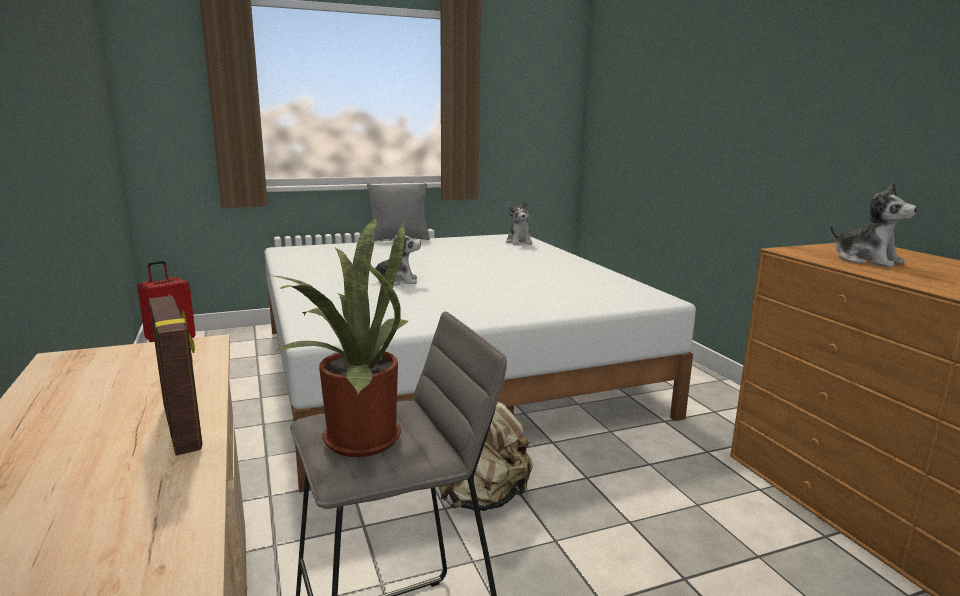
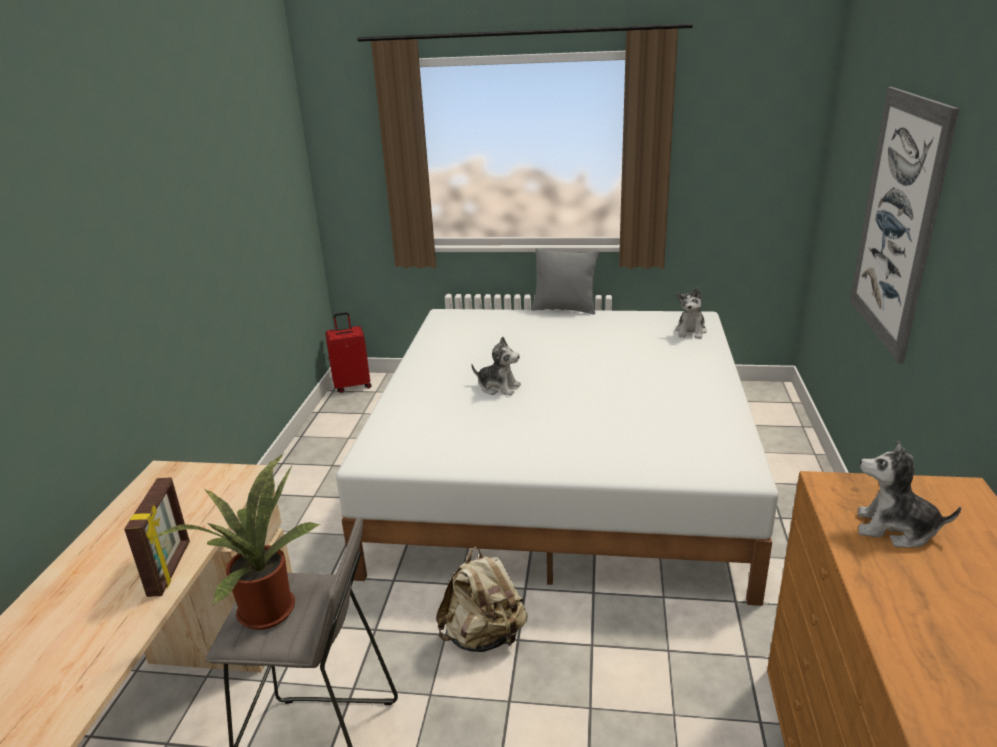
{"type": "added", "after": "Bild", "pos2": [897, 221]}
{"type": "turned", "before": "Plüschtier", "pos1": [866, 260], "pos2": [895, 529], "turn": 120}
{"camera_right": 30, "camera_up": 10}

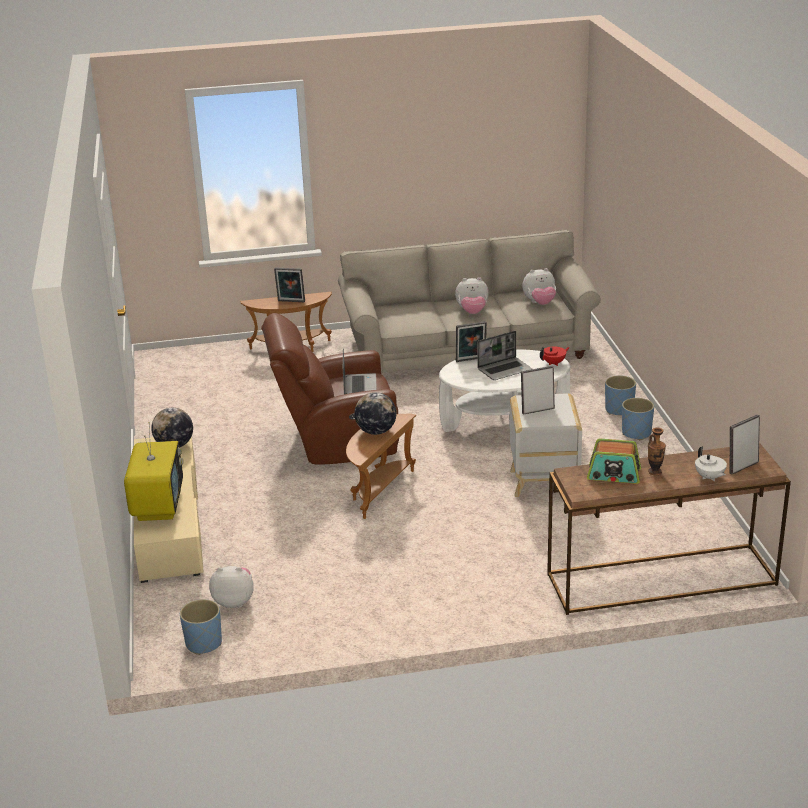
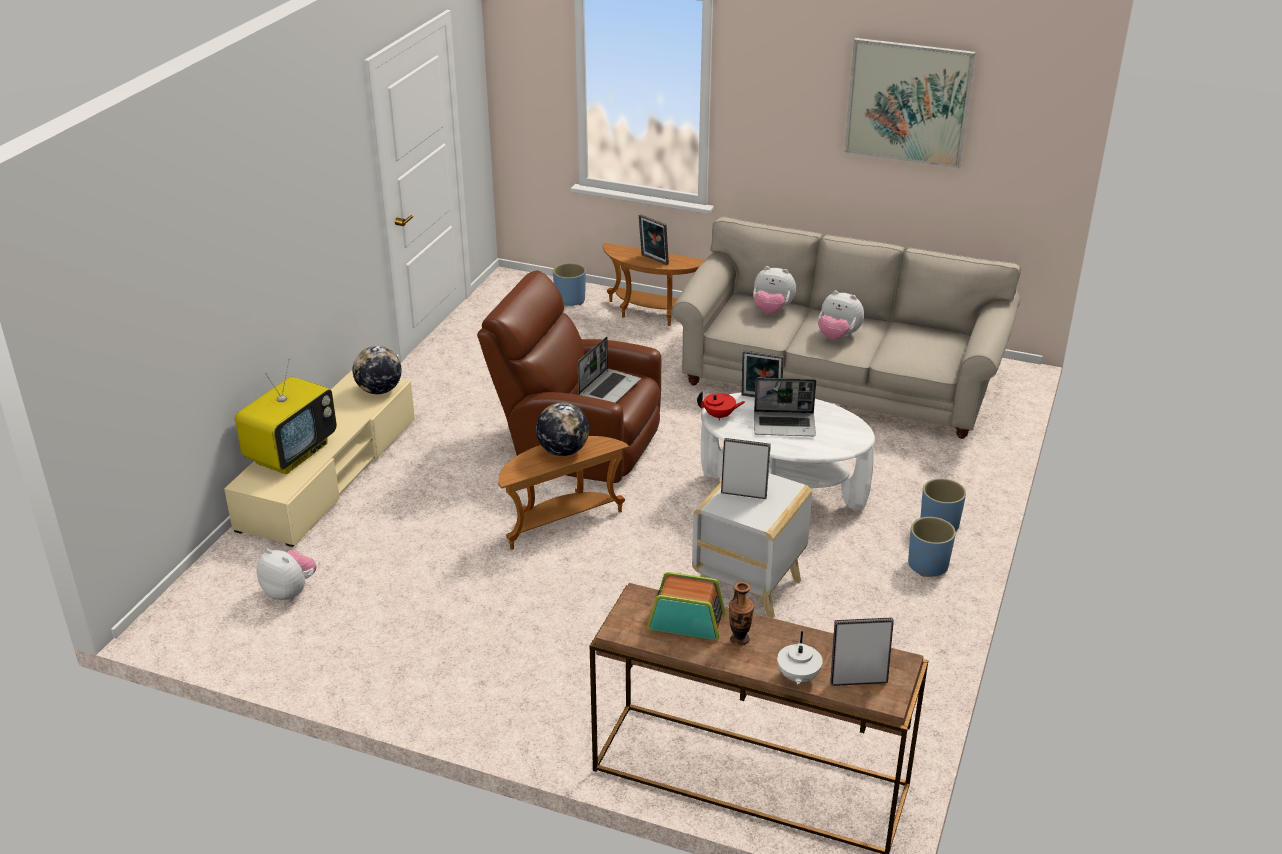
{"type": "added", "after": "Bild", "pos2": [908, 102]}
{"type": "moved", "before": "Pflanzkübel [blau]", "pos1": [204, 643], "pos2": [570, 300]}
{"type": "moved", "before": "Plüschtier", "pos1": [540, 303], "pos2": [772, 310]}
{"type": "moved", "before": "Teekanne [rot]", "pos1": [554, 363], "pos2": [719, 416]}
{"type": "turned", "before": "Radio", "pos1": [614, 474], "pos2": [686, 621], "turn": 150}
{"camera_right": 30, "camera_up": 5}

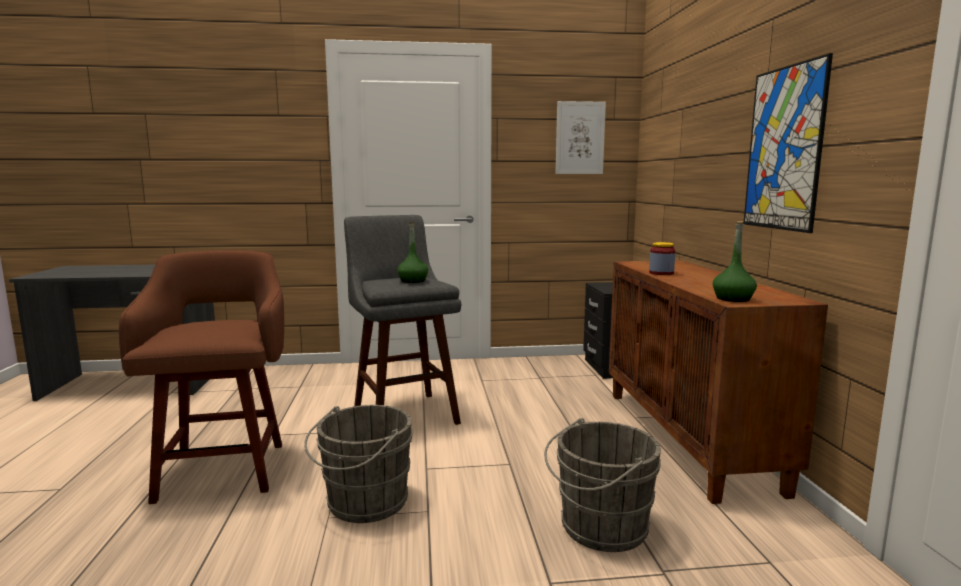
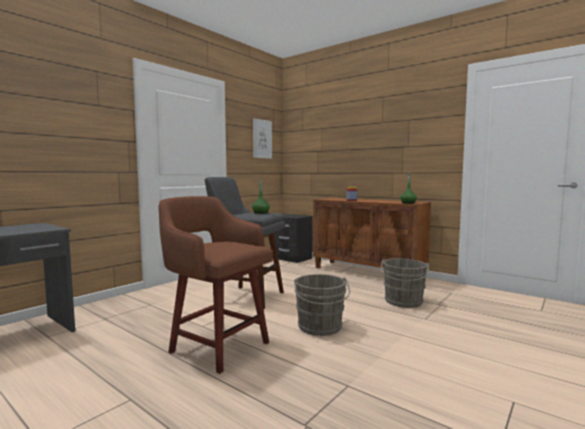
{"type": "removed", "before": "Bild", "pos1": [784, 149]}
{"camera_right": -45, "camera_up": -5}

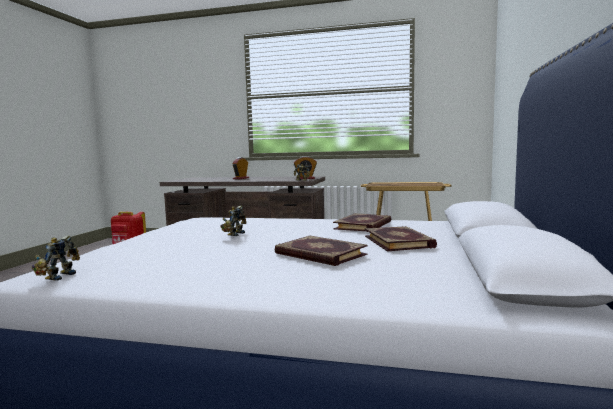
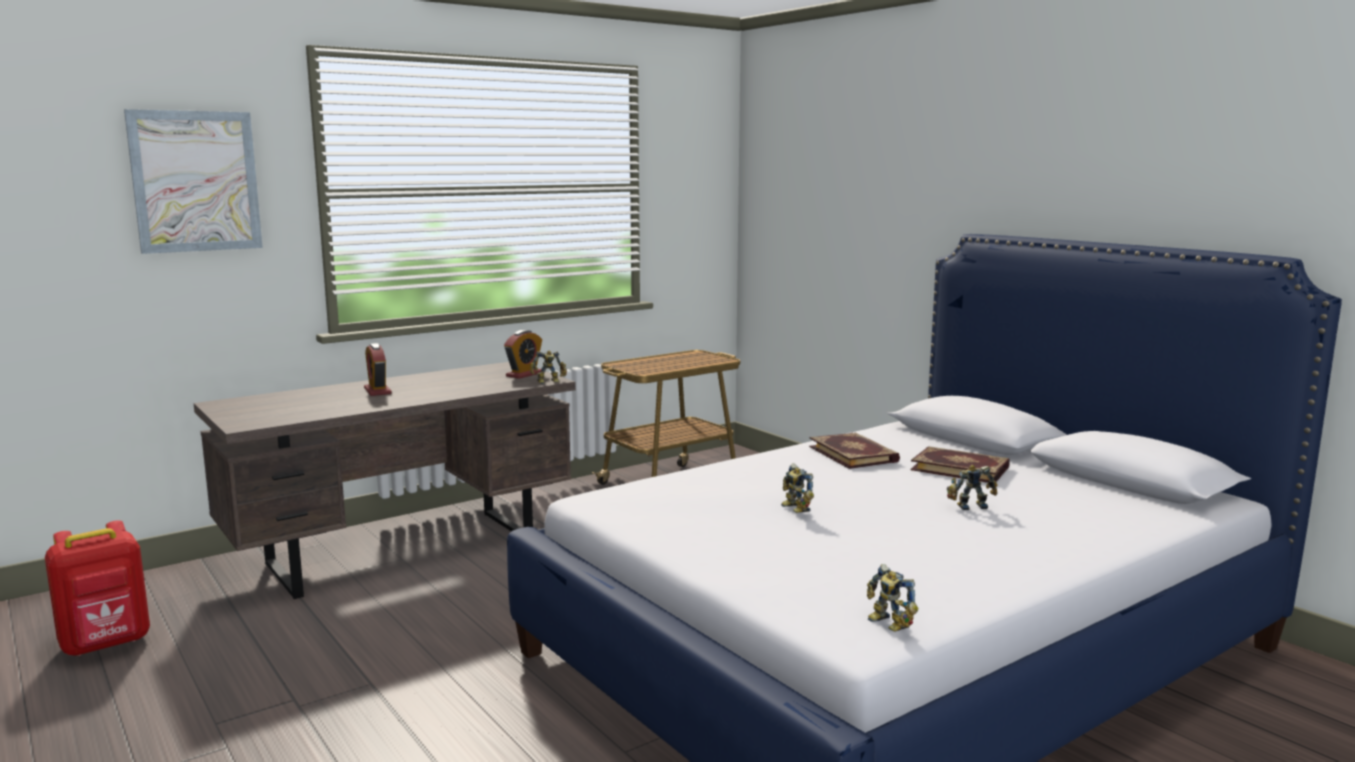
{"type": "added", "after": "Bild", "pos2": [195, 181]}
{"type": "replaced", "before": "Buch", "after": "Spielzeugroboter", "pos1": [319, 254], "pos2": [970, 505]}
{"camera_right": -50, "camera_up": 5}

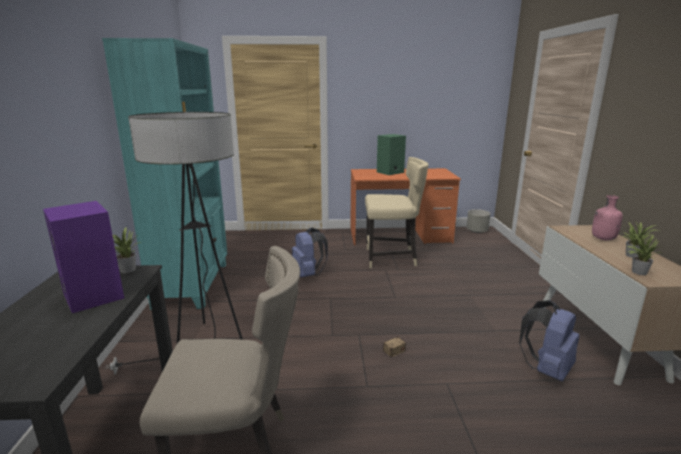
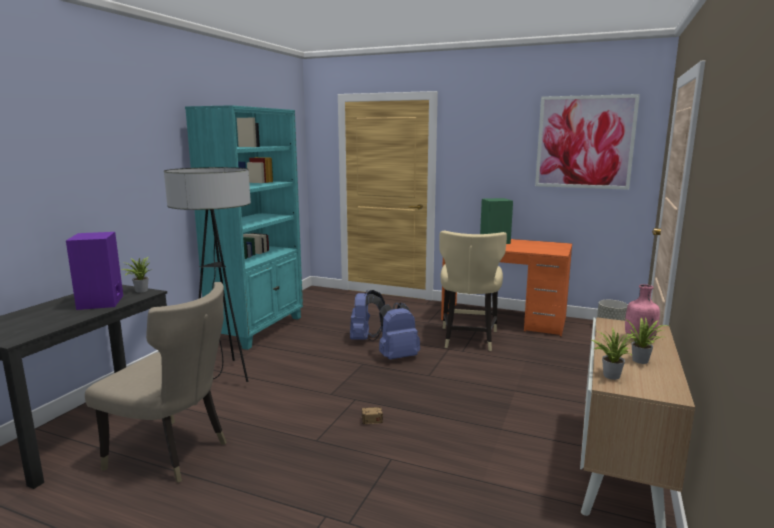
{"type": "added", "after": "Bild", "pos2": [584, 142]}
{"type": "moved", "before": "Rucksack [blau]", "pos1": [546, 369], "pos2": [397, 357]}
{"type": "turned", "before": "Stuhl [beige]", "pos1": [391, 258], "pos2": [468, 339], "turn": 75}
{"camera_right": 25, "camera_up": -5}

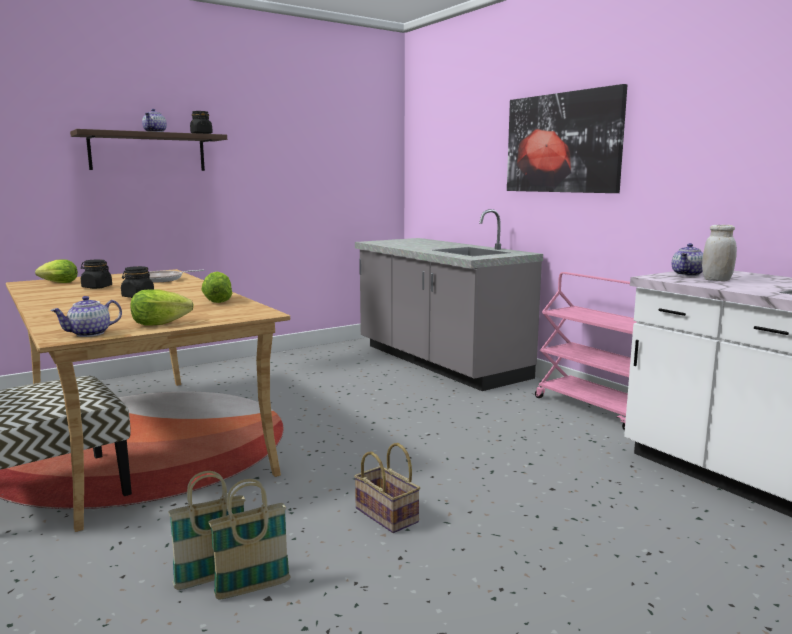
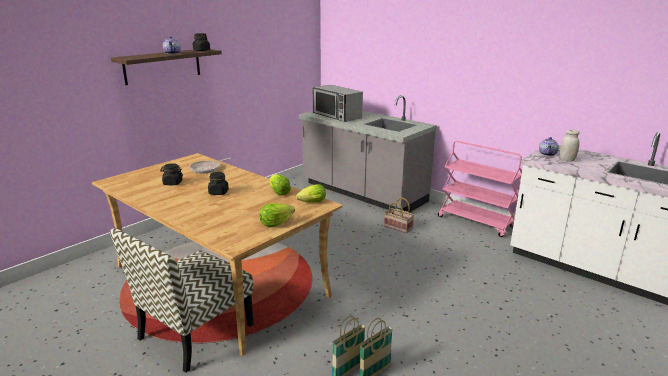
{"type": "removed", "before": "Teekanne", "pos1": [89, 334]}
{"type": "removed", "before": "Bild", "pos1": [562, 143]}
{"type": "added", "after": "Mikrowelle", "pos2": [336, 116]}
{"type": "moved", "before": "Salatkopf", "pos1": [57, 283], "pos2": [310, 203]}
{"type": "moved", "before": "Korb", "pos1": [388, 515], "pos2": [399, 227]}
{"camera_right": -15, "camera_up": 10}

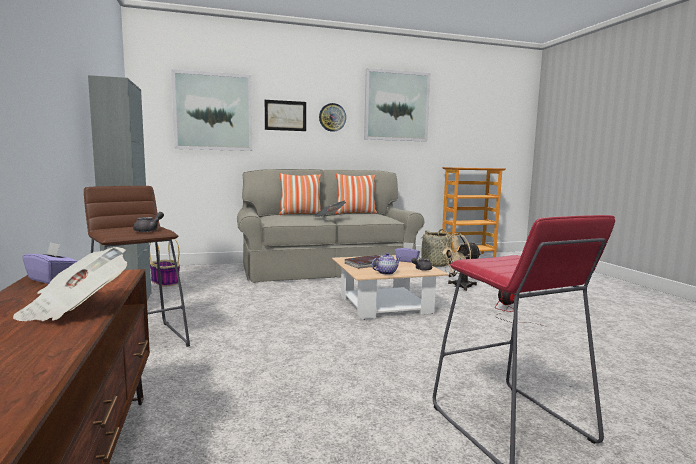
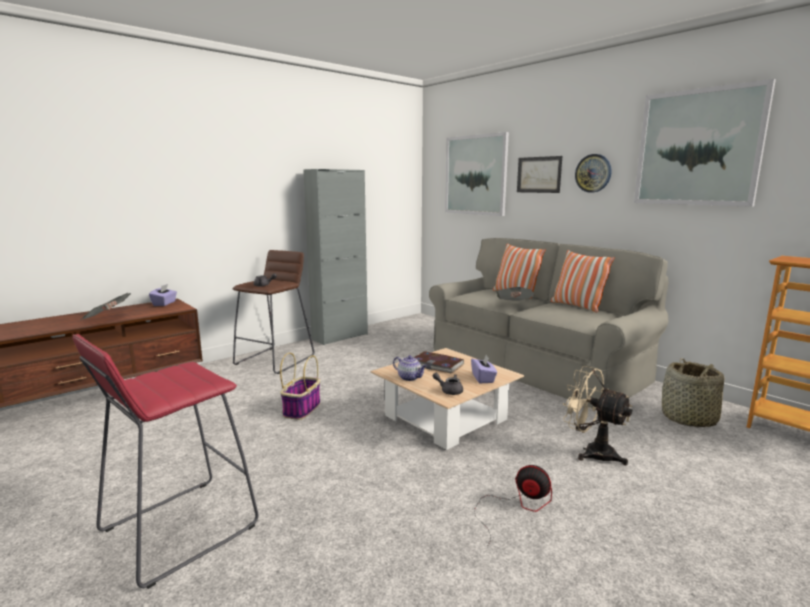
{"type": "moved", "before": "Korb", "pos1": [165, 282], "pos2": [302, 409]}
{"camera_right": 65, "camera_up": 5}

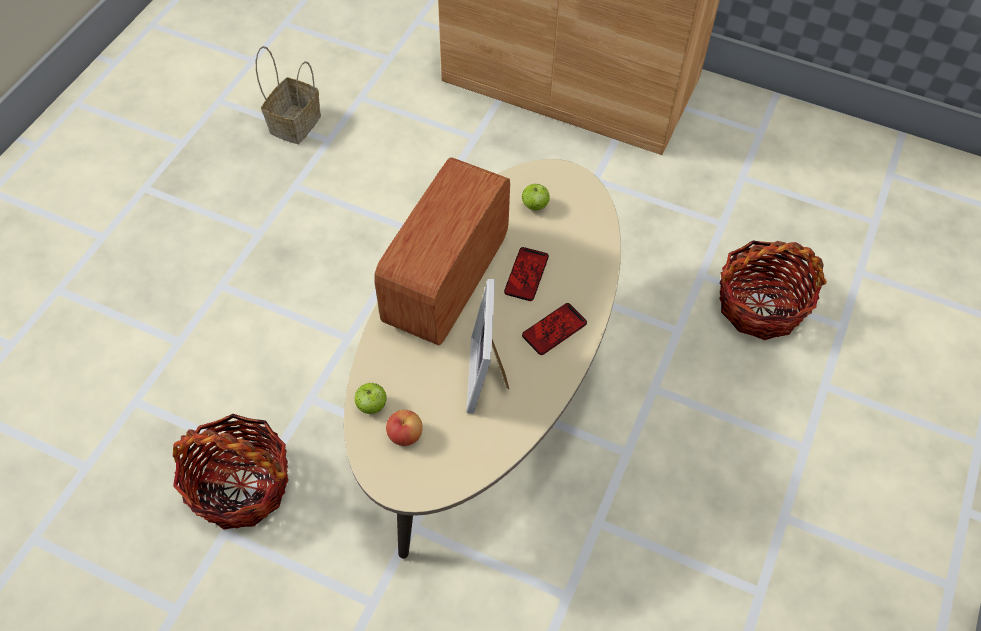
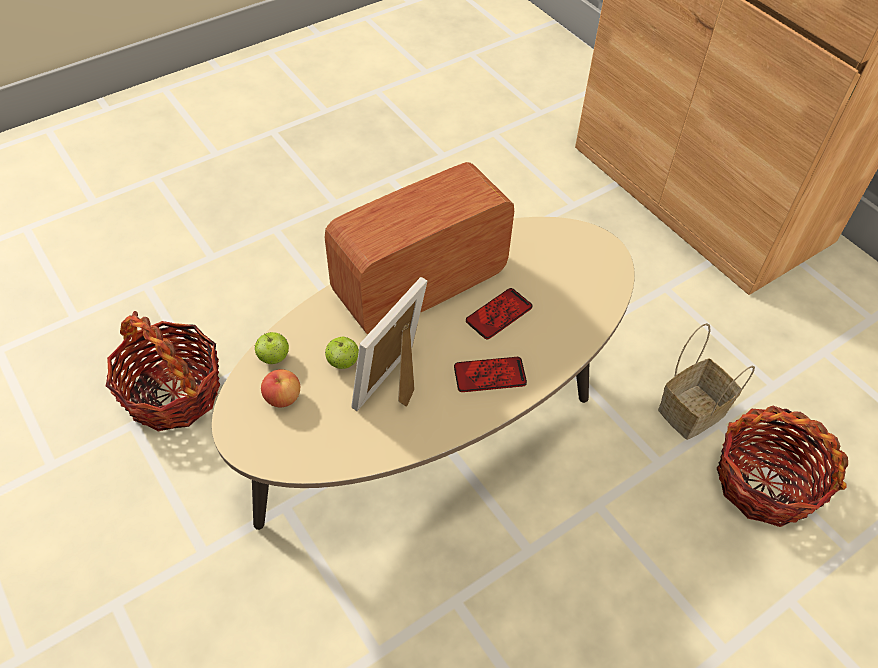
{"type": "moved", "before": "Korb", "pos1": [295, 125], "pos2": [691, 414]}
{"type": "moved", "before": "Apfel", "pos1": [535, 206], "pos2": [343, 362]}
{"camera_right": 30, "camera_up": -5}

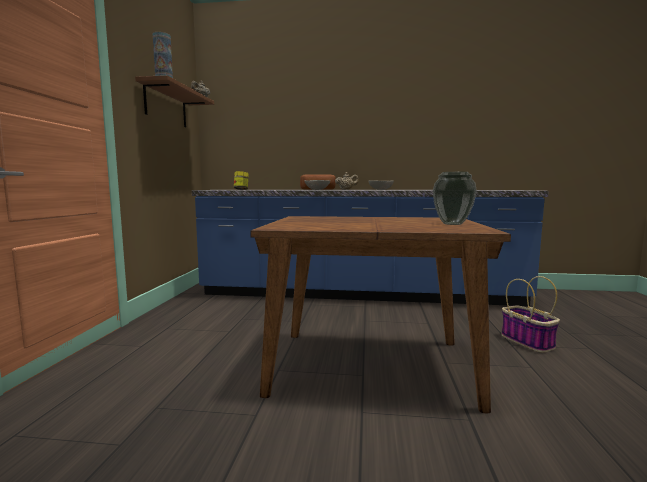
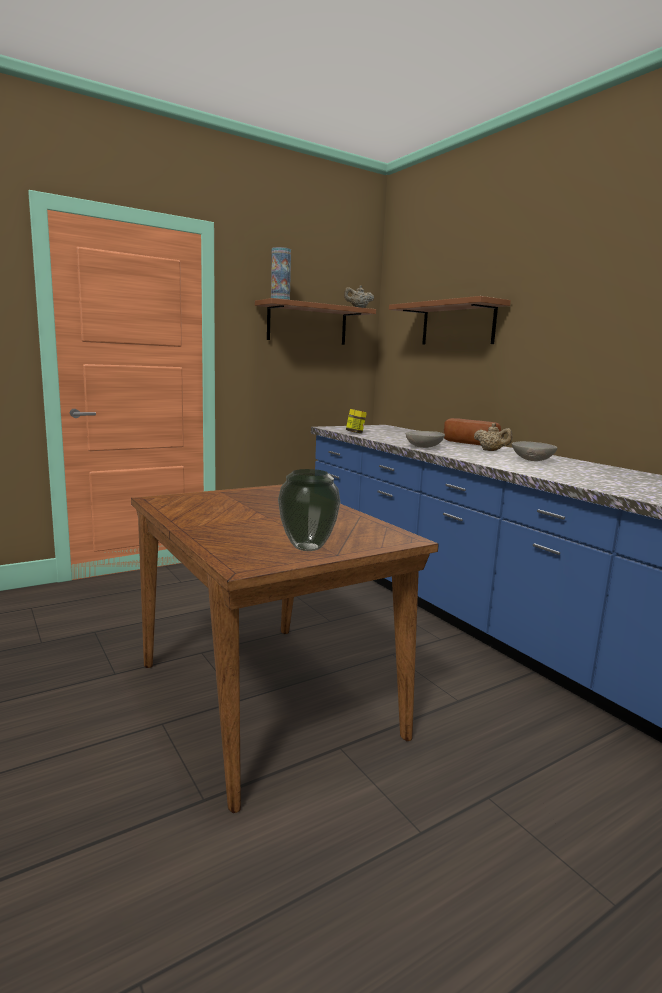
{"type": "removed", "before": "Korb", "pos1": [528, 341]}
{"type": "added", "after": "Wandregal [braun]", "pos2": [457, 324]}
{"camera_right": 50, "camera_up": 5}

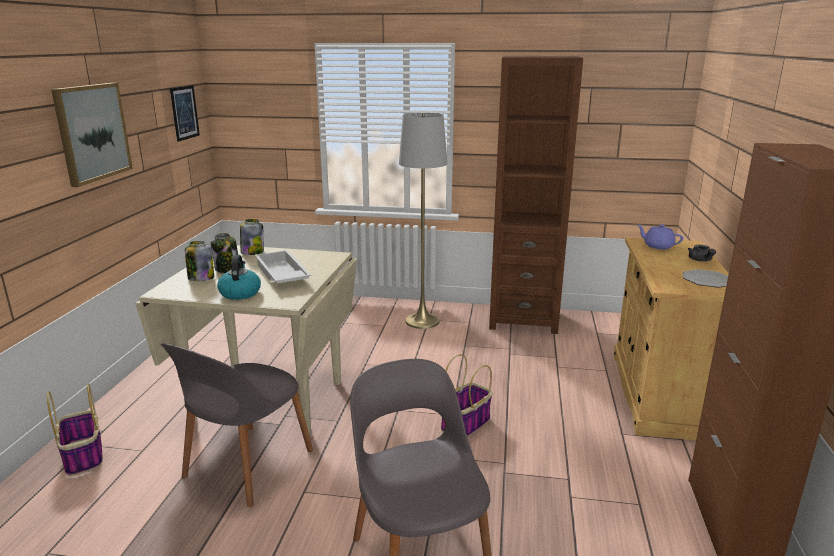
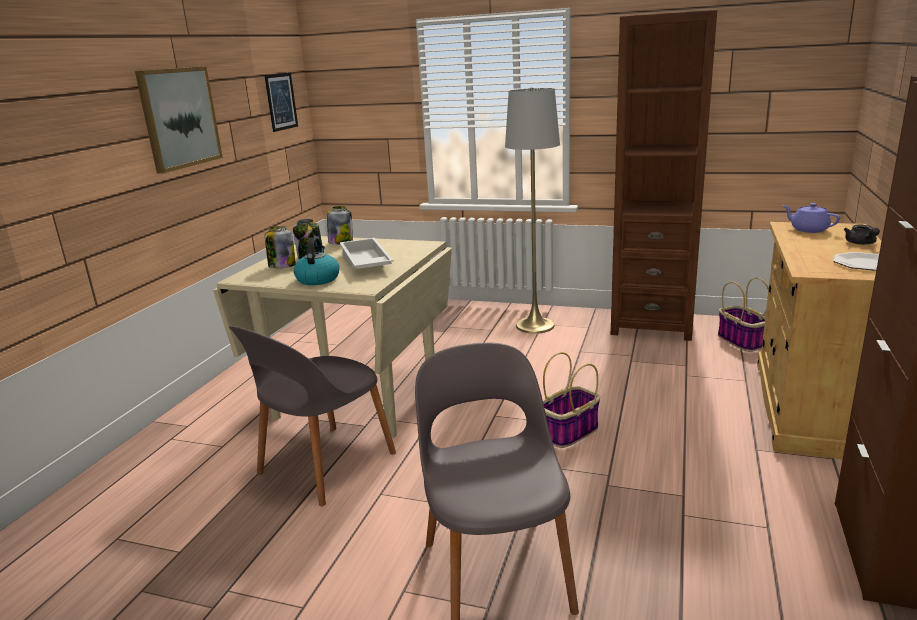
{"type": "moved", "before": "Korb", "pos1": [84, 457], "pos2": [742, 341]}
{"camera_right": 10, "camera_up": 0}

